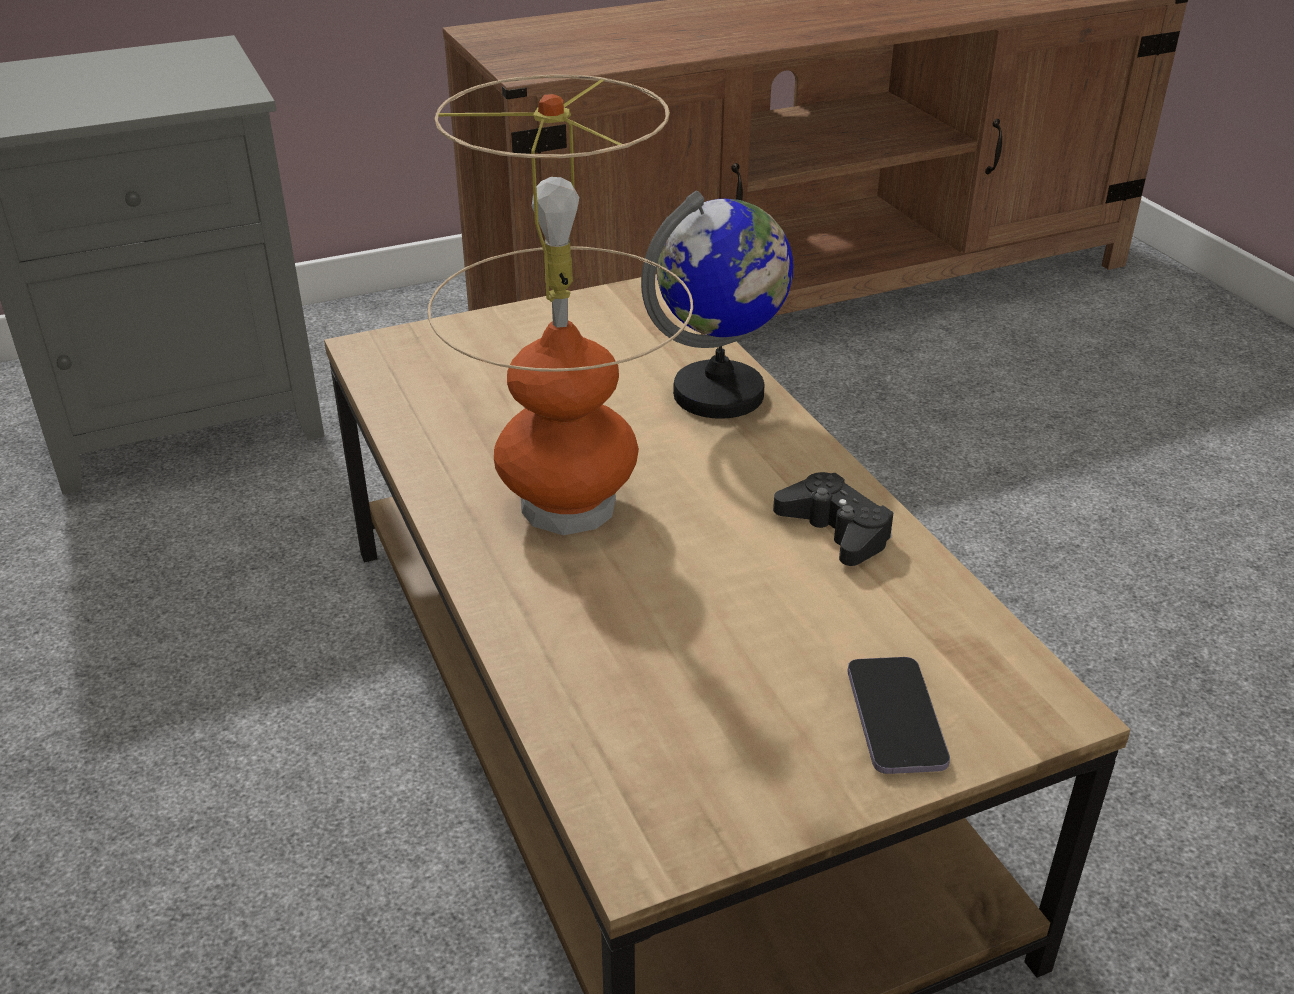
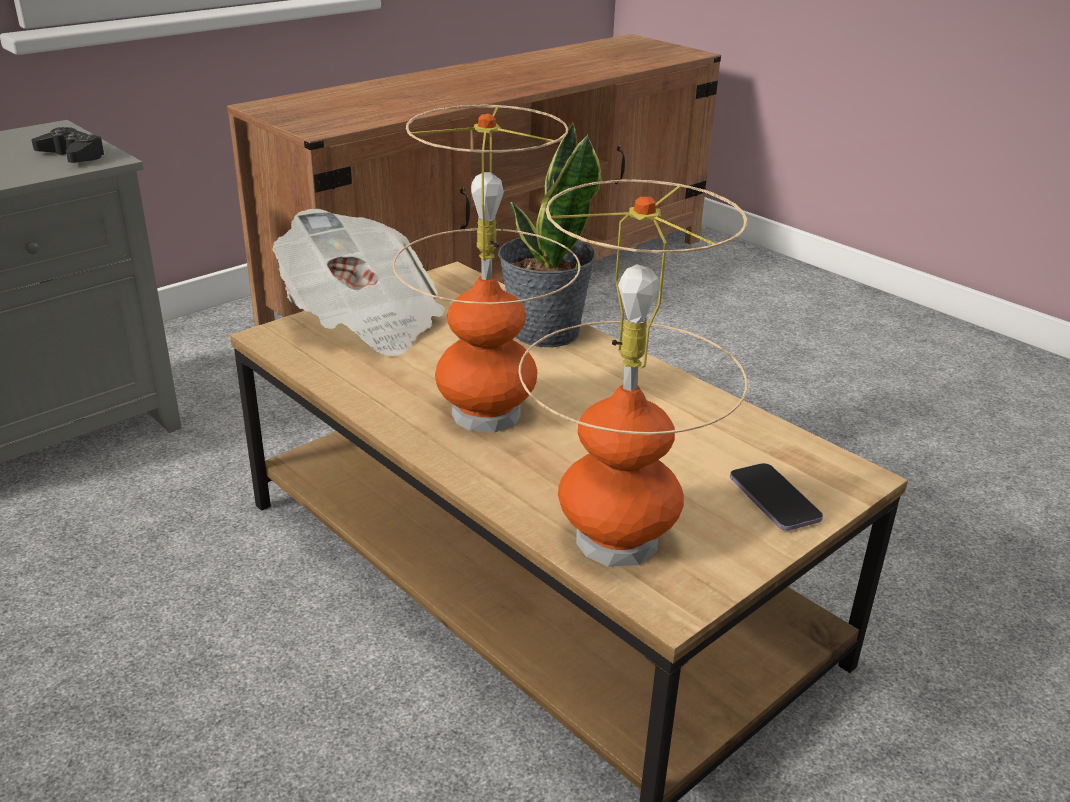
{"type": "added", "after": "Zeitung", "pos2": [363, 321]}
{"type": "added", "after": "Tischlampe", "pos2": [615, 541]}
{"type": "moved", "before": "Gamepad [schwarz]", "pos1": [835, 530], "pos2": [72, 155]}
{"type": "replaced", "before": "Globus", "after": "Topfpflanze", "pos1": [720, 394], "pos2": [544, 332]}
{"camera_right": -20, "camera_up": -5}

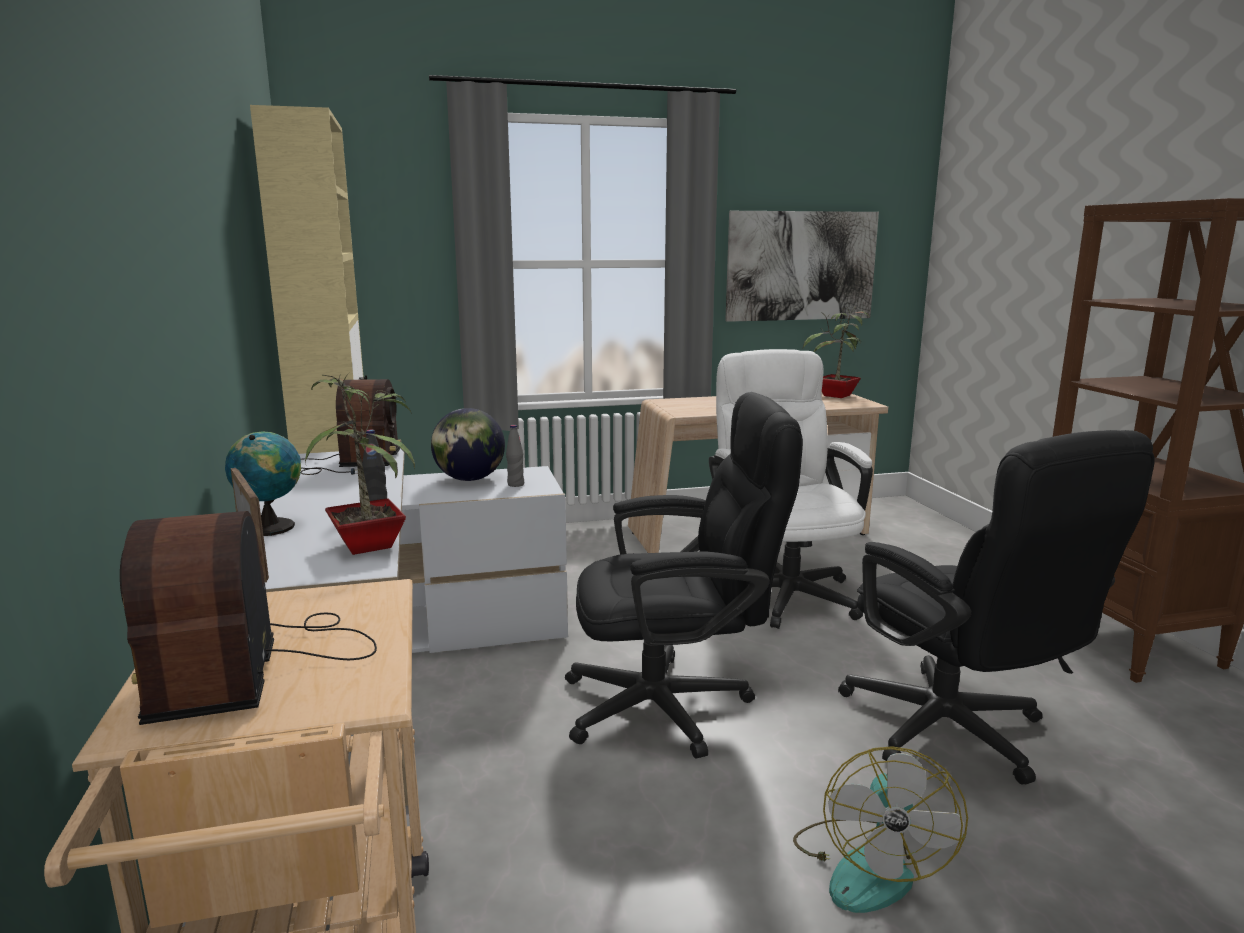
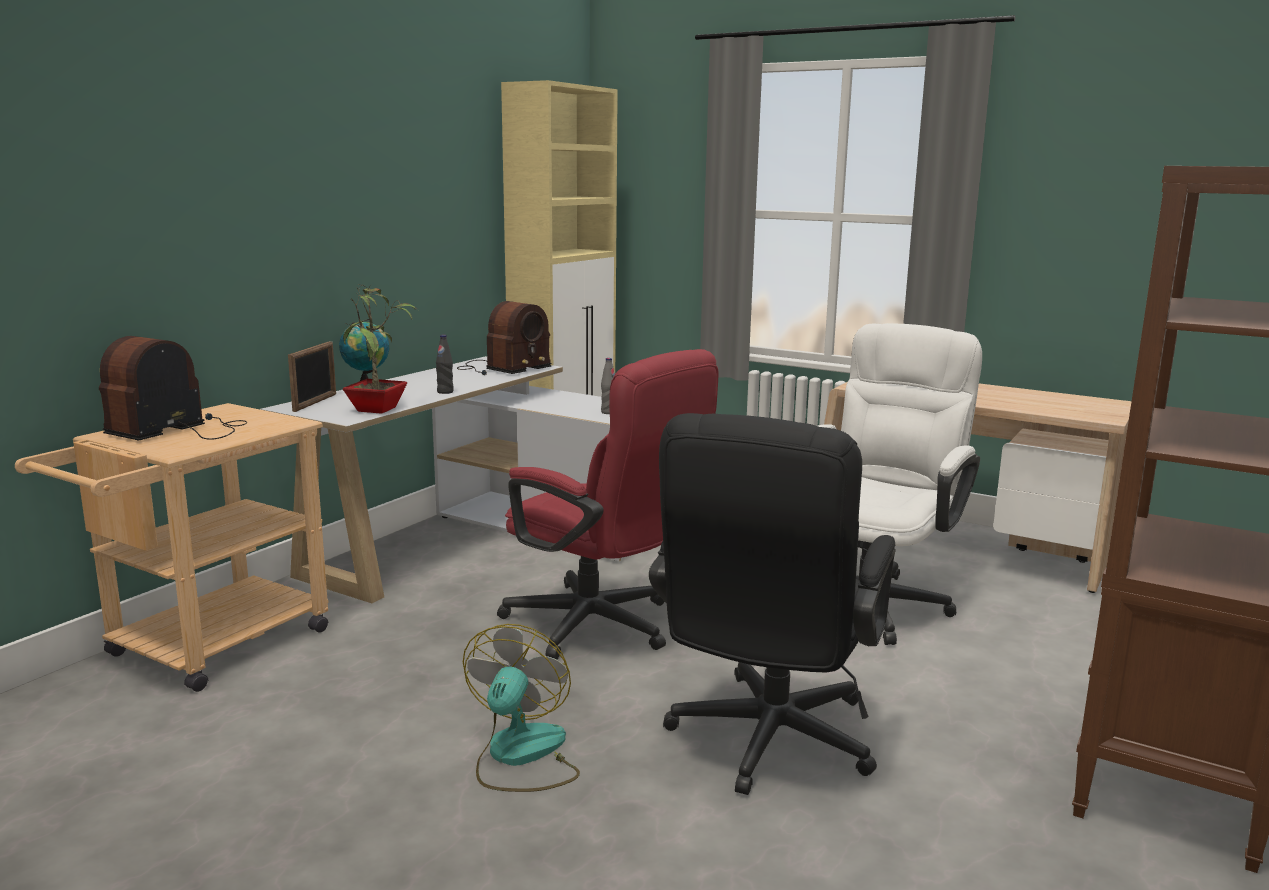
{"type": "removed", "before": "Globus", "pos1": [469, 479]}
{"type": "removed", "before": "Bild", "pos1": [801, 266]}
{"type": "removed", "before": "Topfpflanze", "pos1": [836, 396]}
{"type": "recoloured", "before": "Bürostuhl [schwarz]", "after": "Bürostuhl [rot]", "pos1": [675, 705], "pos2": [603, 627]}
{"type": "turned", "before": "Ventilator", "pos1": [868, 865], "pos2": [520, 756], "turn": 135}
{"camera_right": 45, "camera_up": 0}

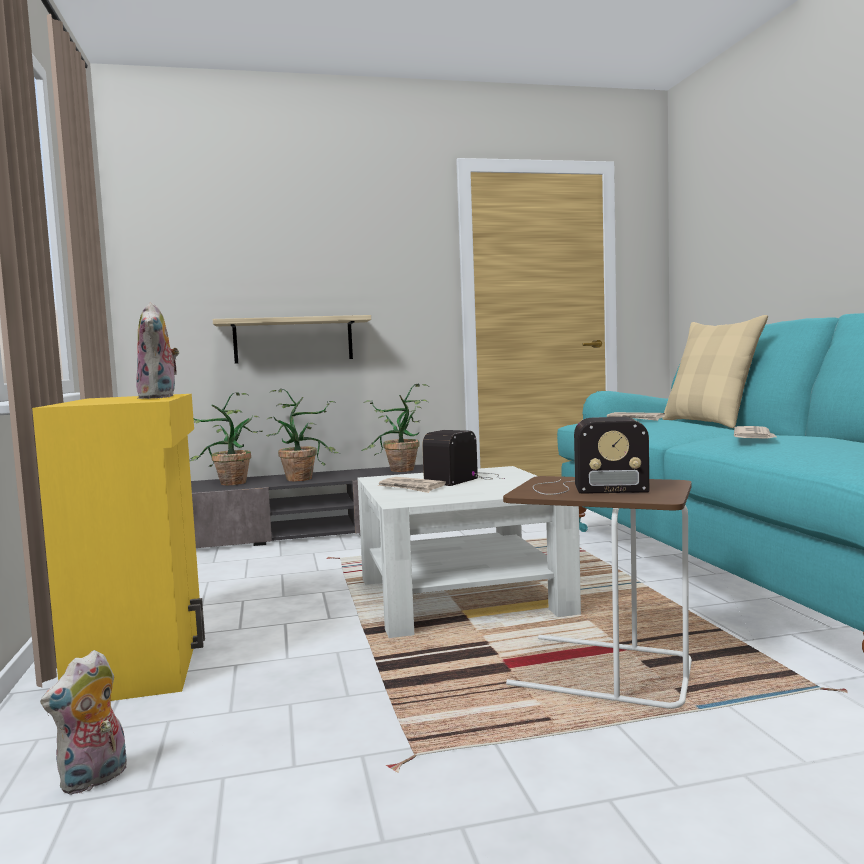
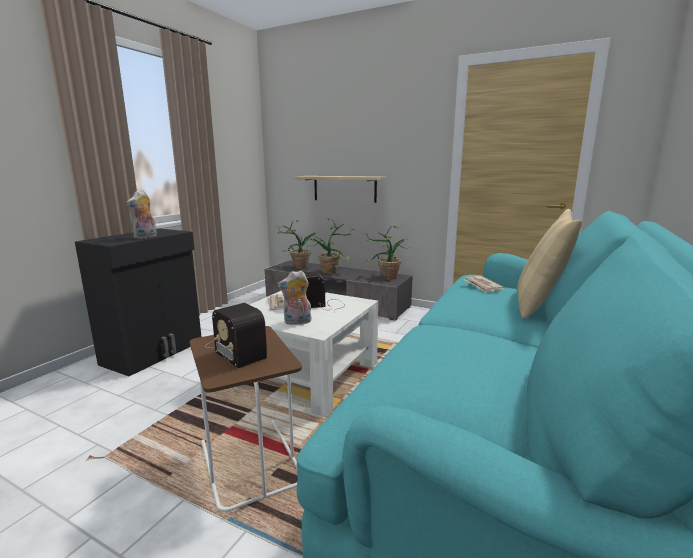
{"type": "removed", "before": "Zeitung", "pos1": [754, 437]}
{"type": "moved", "before": "Plüschtier", "pos1": [94, 780], "pos2": [297, 322]}
{"type": "recoloured", "before": "Schrank [gelb]", "after": "Schrank [schwarz]", "pos1": [144, 656], "pos2": [154, 352]}
{"camera_right": 40, "camera_up": 10}

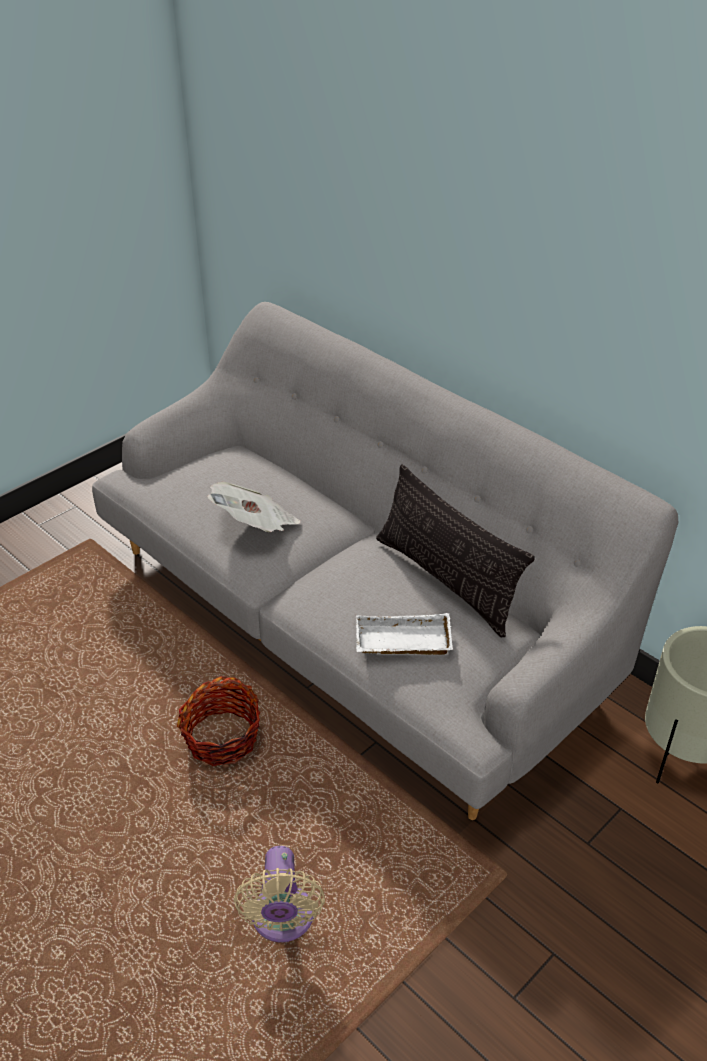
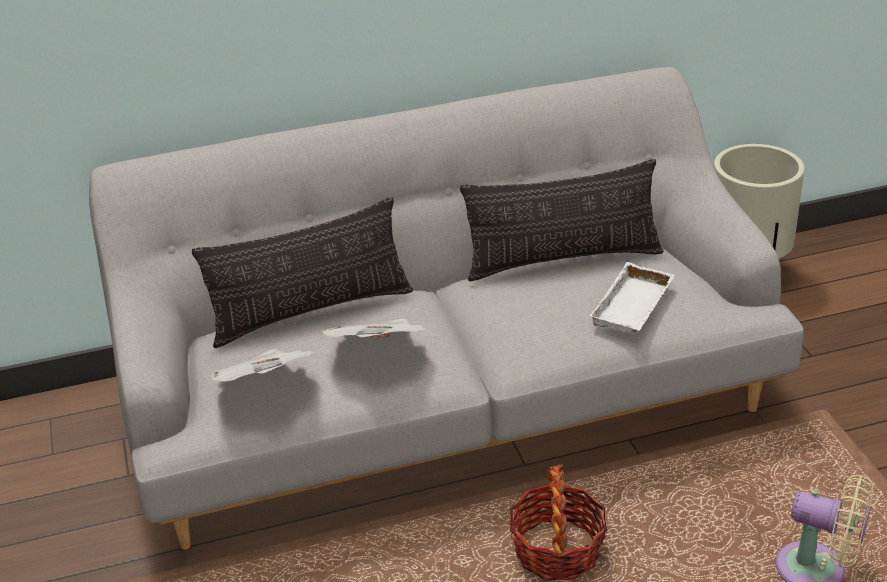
{"type": "added", "after": "Kissen", "pos2": [311, 312]}
{"type": "added", "after": "Zeitung", "pos2": [265, 386]}
{"camera_right": -60, "camera_up": -5}

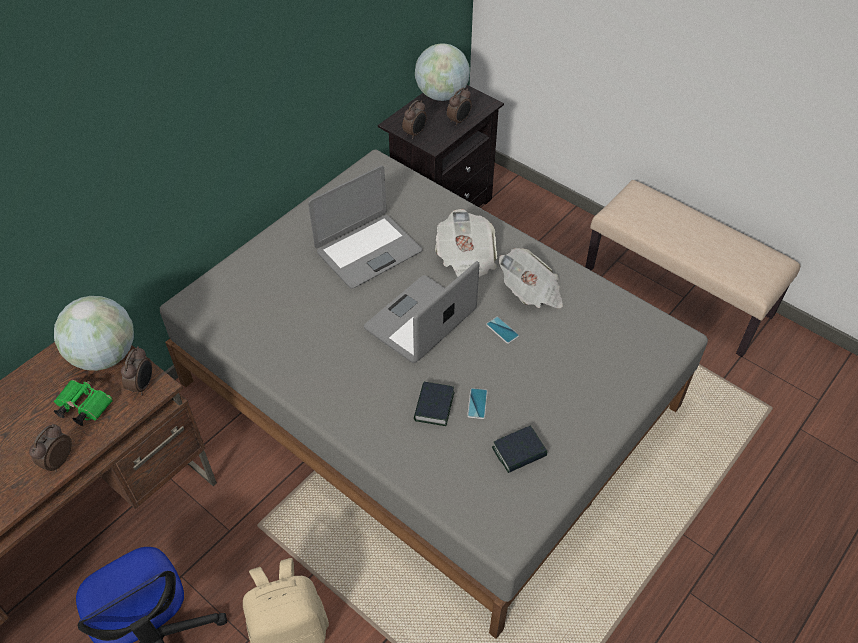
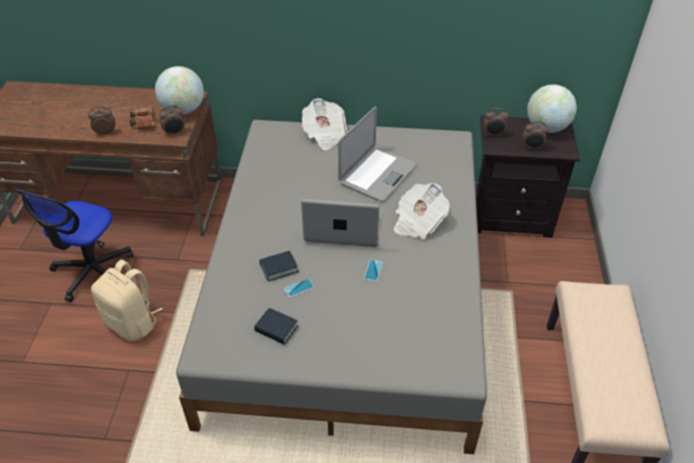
{"type": "moved", "before": "Zeitung", "pos1": [531, 292], "pos2": [324, 135]}
{"type": "recoloured", "before": "Fernglas [grün]", "after": "Fernglas [braun]", "pos1": [82, 407], "pos2": [144, 121]}
{"type": "turned", "before": "Laptop", "pos1": [368, 251], "pos2": [377, 174], "turn": -75}
{"camera_right": 55, "camera_up": -5}

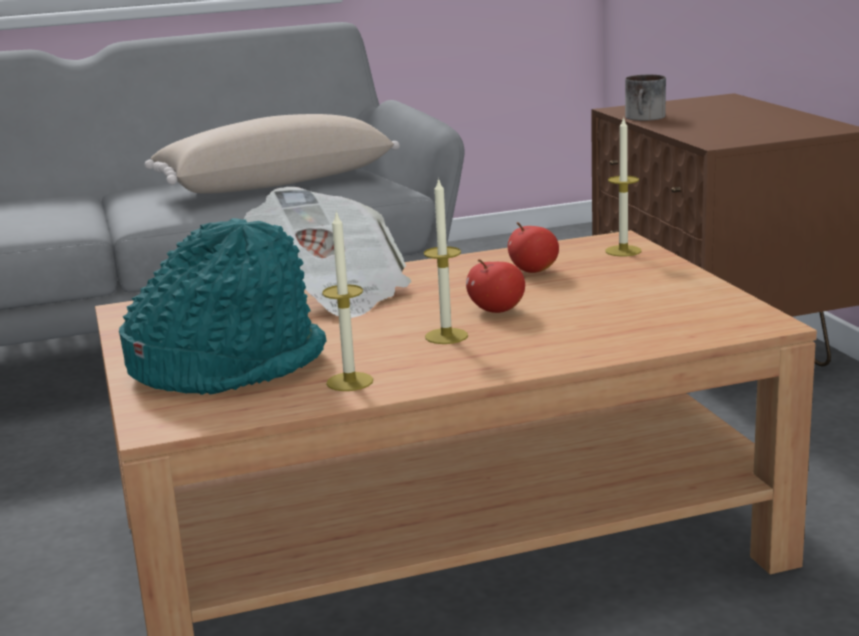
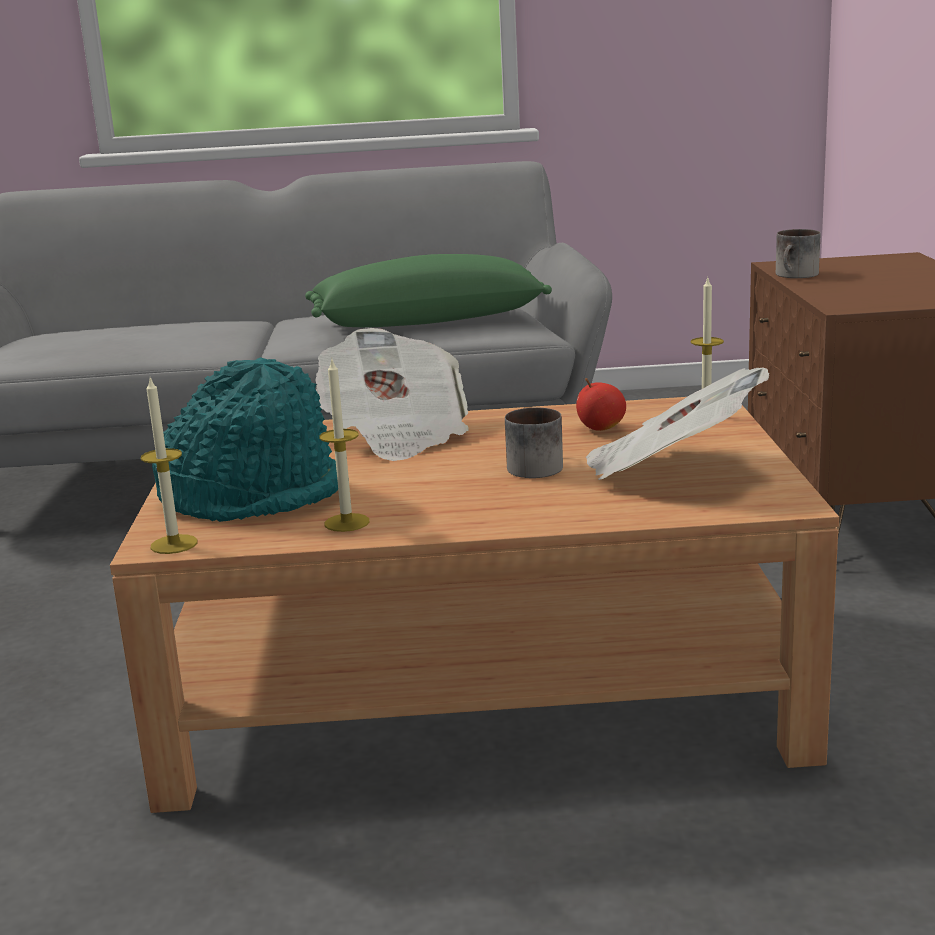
{"type": "added", "after": "Zeitung", "pos2": [669, 470]}
{"type": "moved", "before": "Kerze", "pos1": [446, 336], "pos2": [174, 544]}
{"type": "replaced", "before": "Apfel", "after": "Henkelbecher", "pos1": [497, 310], "pos2": [534, 466]}
{"type": "recoloured", "before": "Kissen [beige]", "after": "Kissen [grün]", "pos1": [275, 183], "pos2": [428, 320]}
{"camera_right": 15, "camera_up": 0}

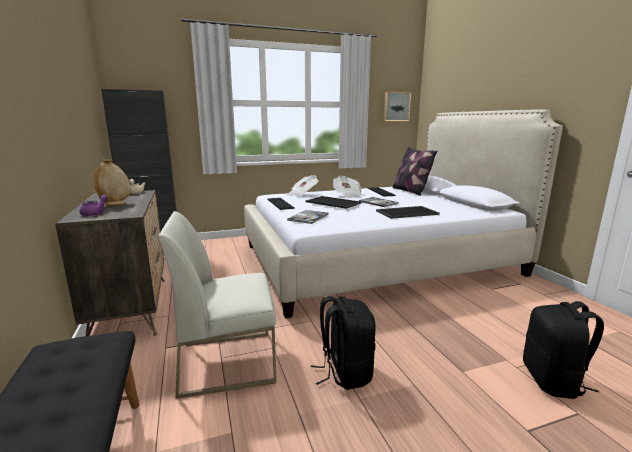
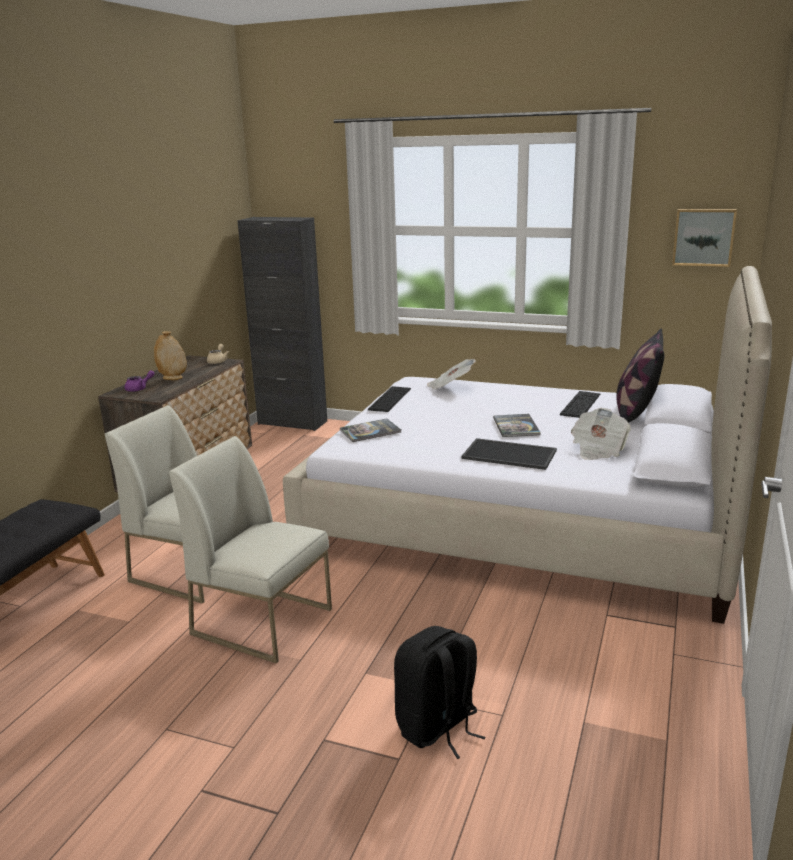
{"type": "removed", "before": "Tablett", "pos1": [332, 202]}
{"type": "moved", "before": "Zeitung", "pos1": [347, 195], "pos2": [598, 449]}
{"type": "replaced", "before": "Rucksack [schwarz]", "after": "Stuhl [weiß]", "pos1": [345, 372], "pos2": [264, 621]}
{"camera_right": 40, "camera_up": 5}

